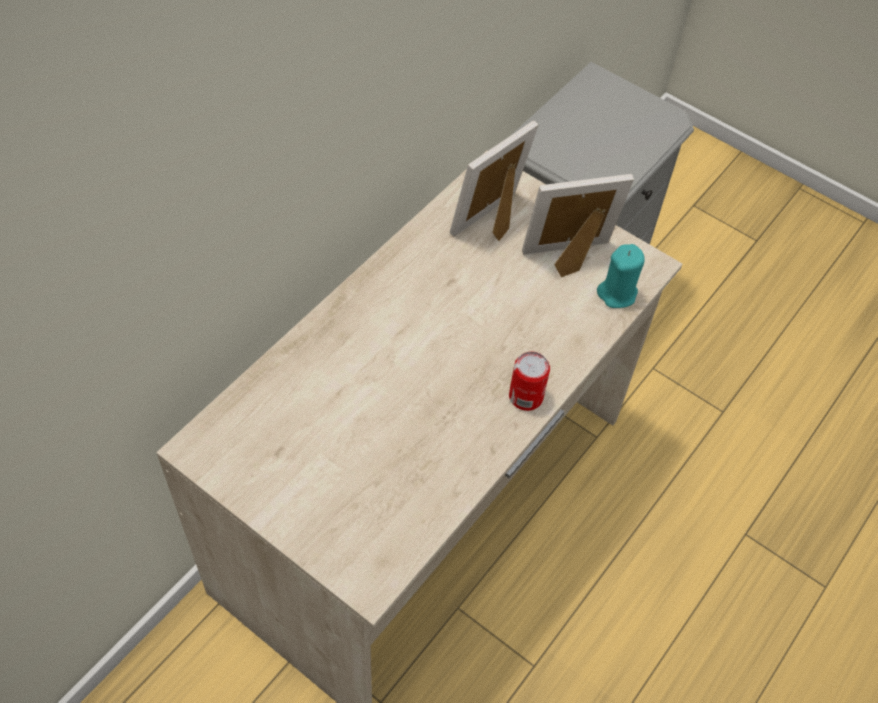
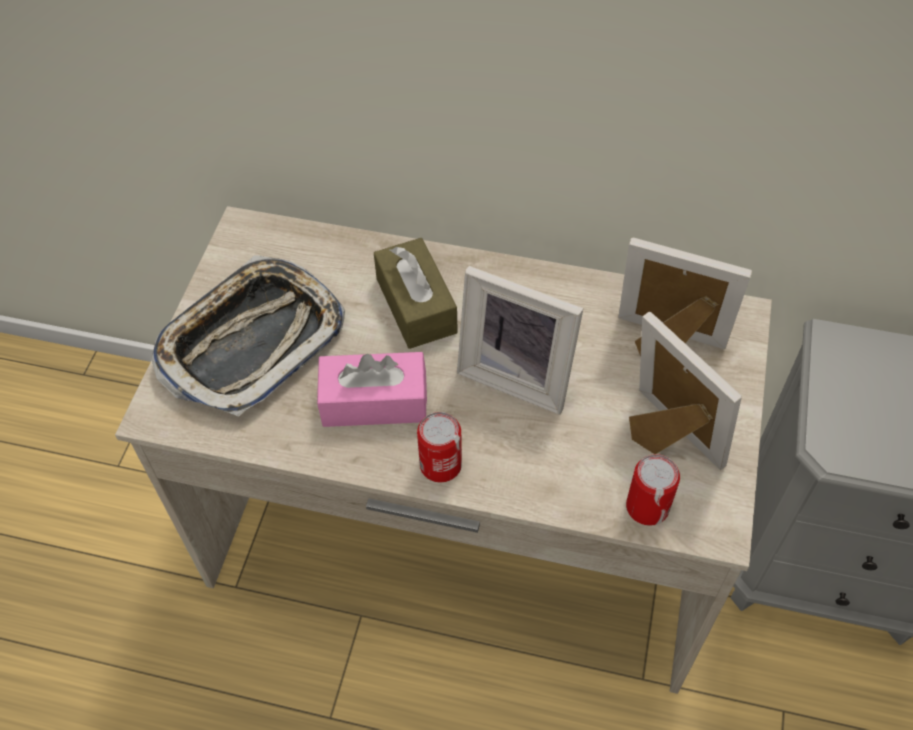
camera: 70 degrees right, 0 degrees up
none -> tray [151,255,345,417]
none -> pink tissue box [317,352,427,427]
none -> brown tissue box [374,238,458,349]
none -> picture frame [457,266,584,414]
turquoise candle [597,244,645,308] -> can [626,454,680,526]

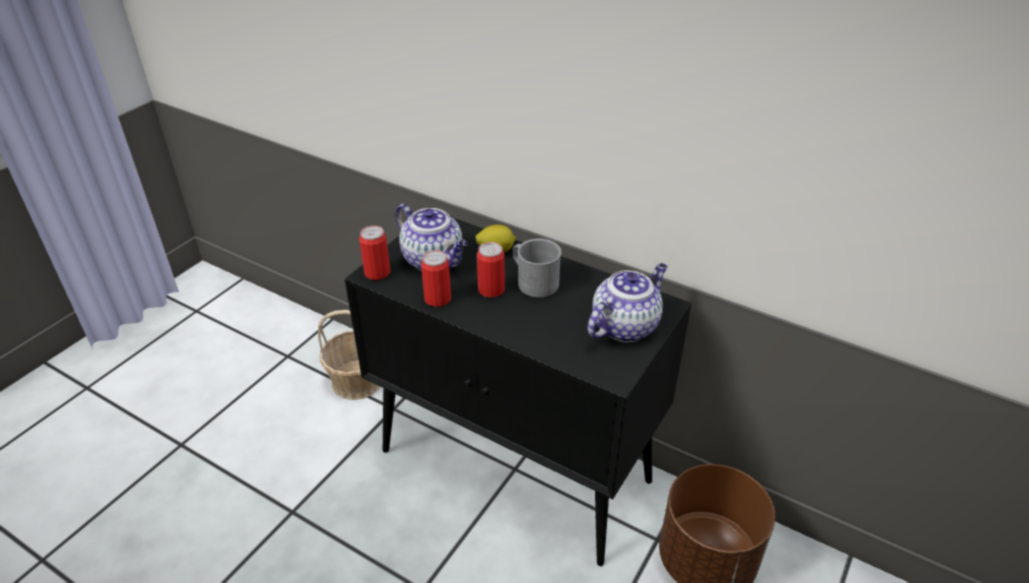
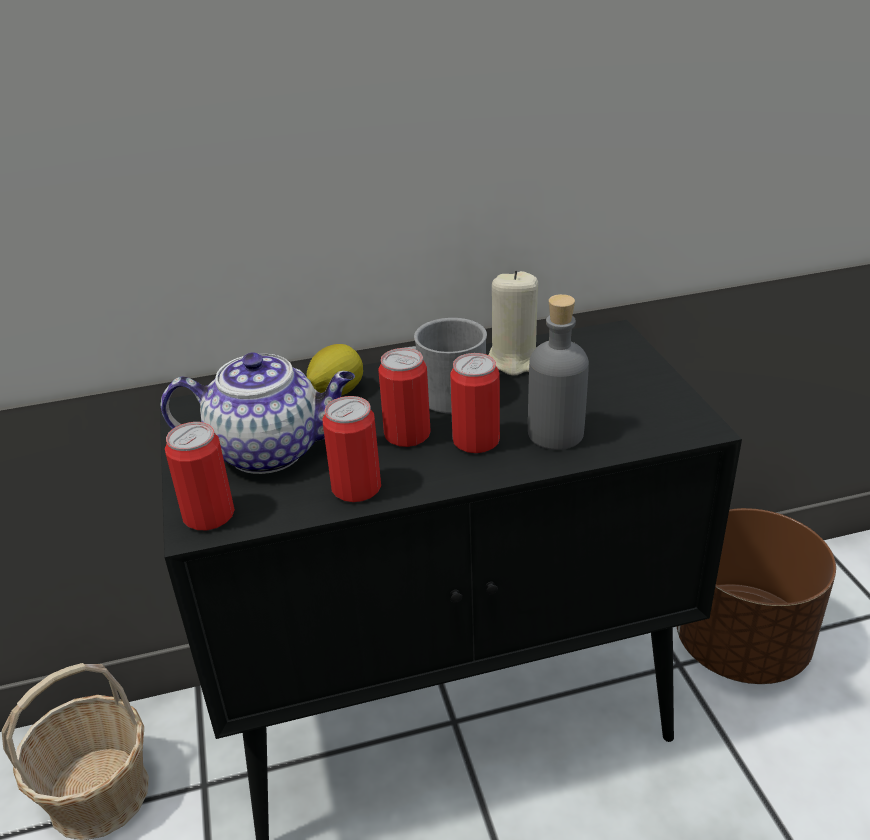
camera: 45 degrees left, 5 degrees down
teapot [587,263,668,342] -> none
none -> can [450,353,500,453]
none -> beige candle [489,270,538,376]
none -> grey bottle [528,294,589,450]

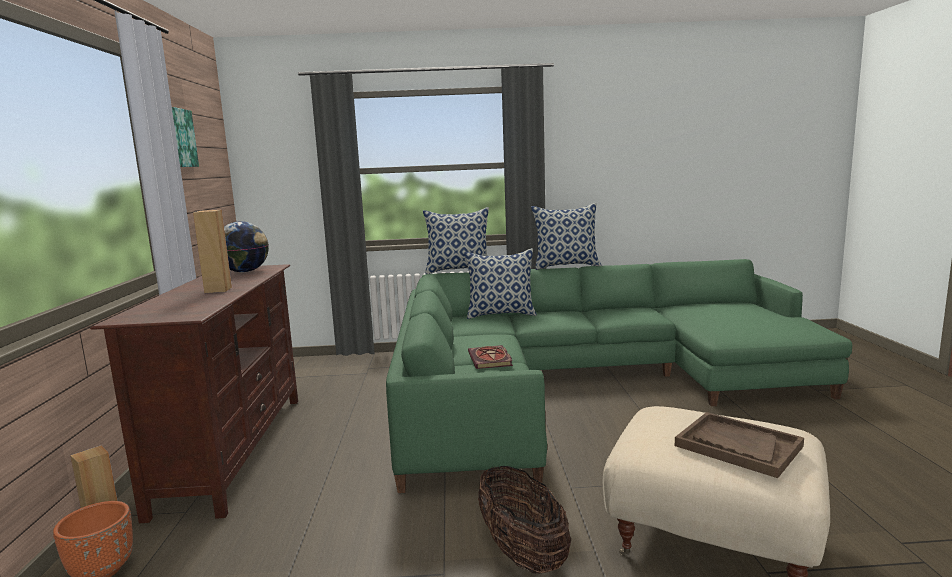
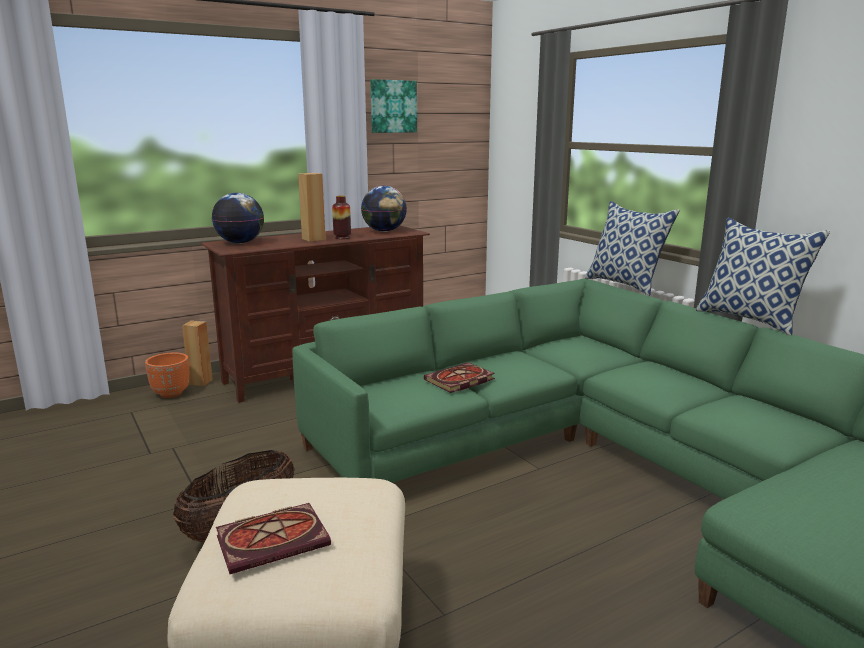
camera: 60 degrees right, 5 degrees up
pillow [464,248,537,319] -> none
none -> globe [212,193,264,243]
none -> vase [332,196,351,239]
brown tray [675,412,804,478] -> book [216,503,331,574]

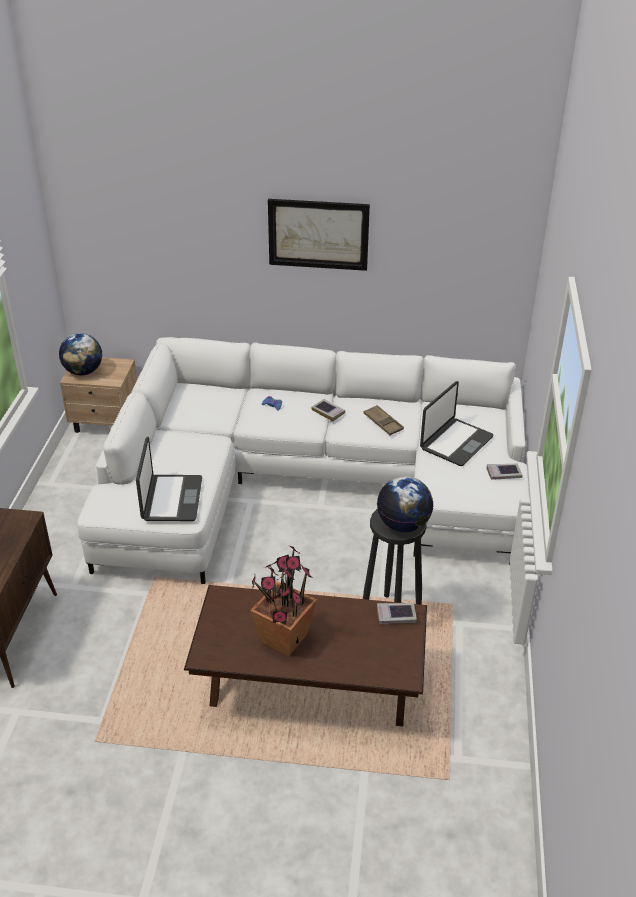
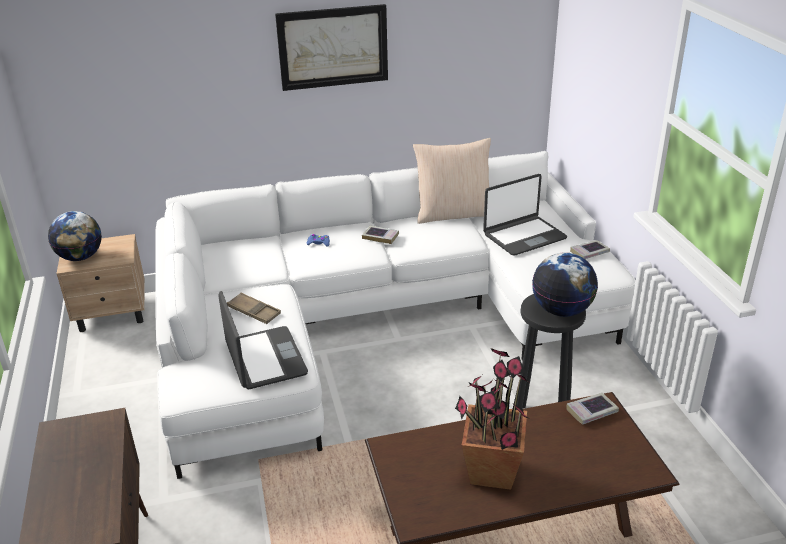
camera: 20 degrees left, 5 degrees down
none -> beige pillow [413,138,491,224]
brown tray [364,405,404,435] -> brown tray [227,293,281,324], moved
laptop [420,381,494,466] -> laptop [483,174,567,256], 45 degrees clockwise

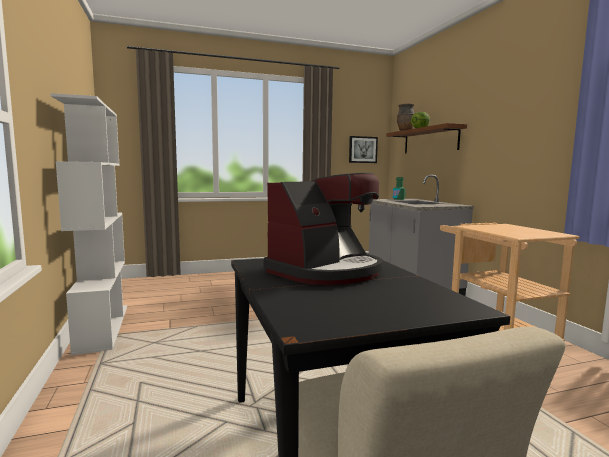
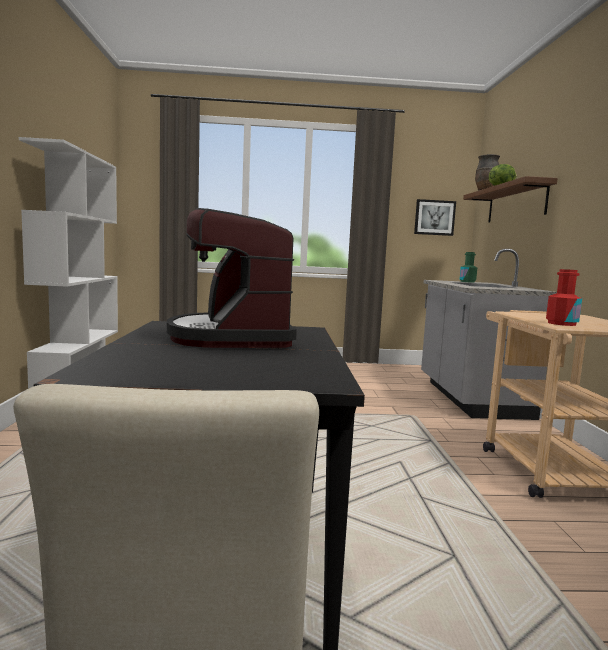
camera: 15 degrees right, 0 degrees up
none -> red bottle [546,269,582,326]
coffee machine [263,173,383,285] -> coffee machine [167,208,297,348], 105 degrees clockwise

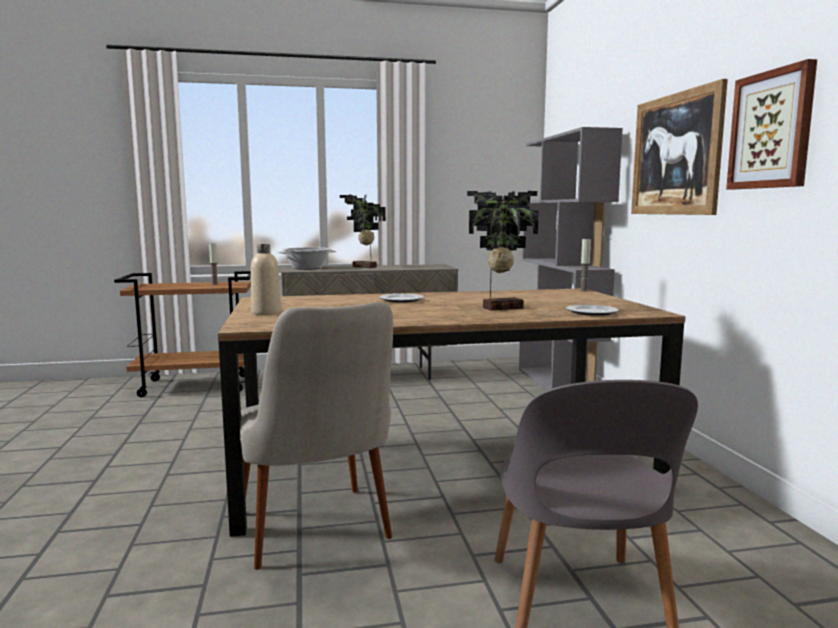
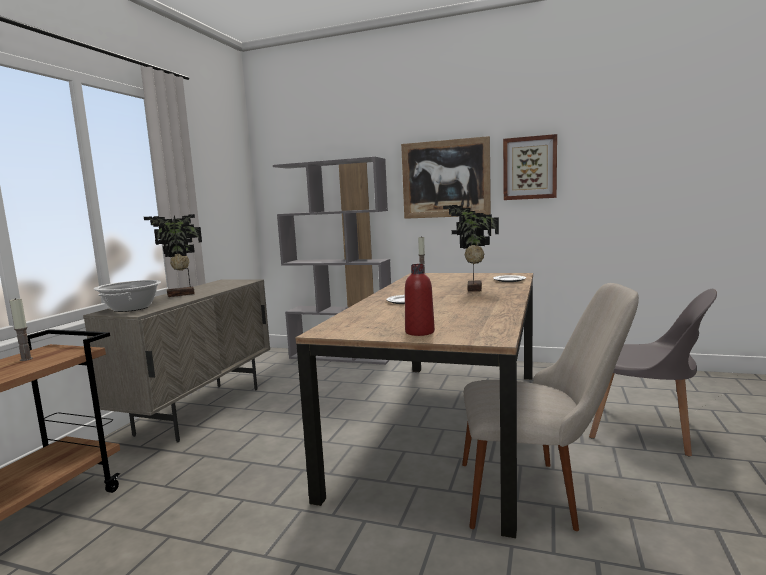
camera: 60 degrees left, 0 degrees up
beige bottle [251,244,282,315] -> red bottle [405,264,435,336]

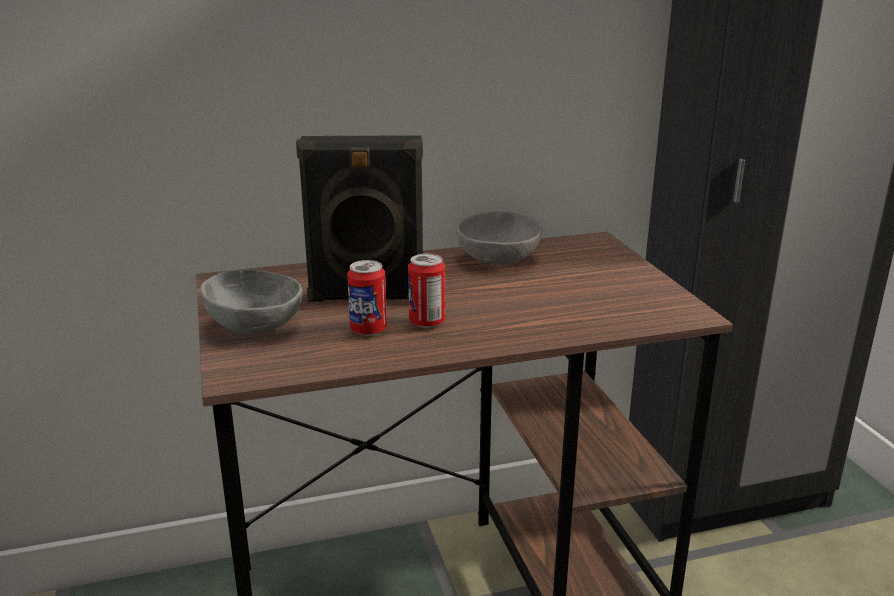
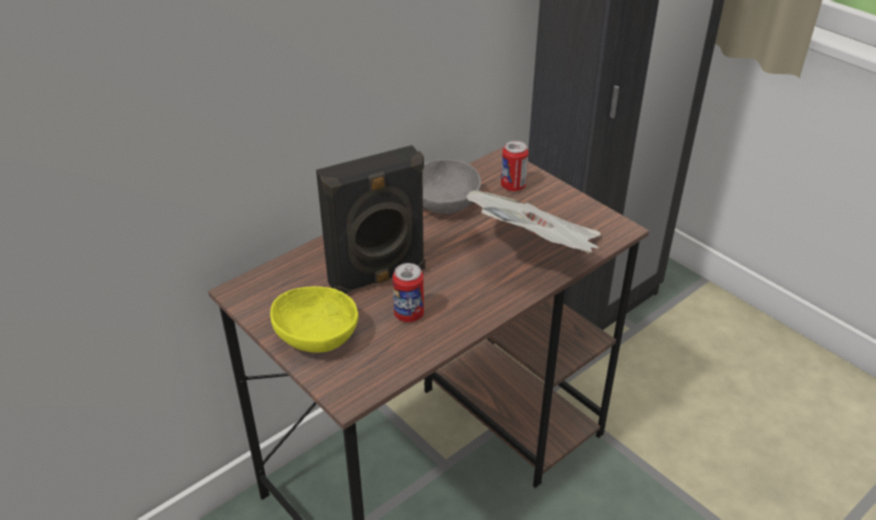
camera: 25 degrees left, 15 degrees up
none -> newspaper [467,190,601,253]
can [408,254,445,328] -> can [501,141,529,191], moved
grey bowl [200,269,303,334] -> yellow bowl [270,286,359,353]

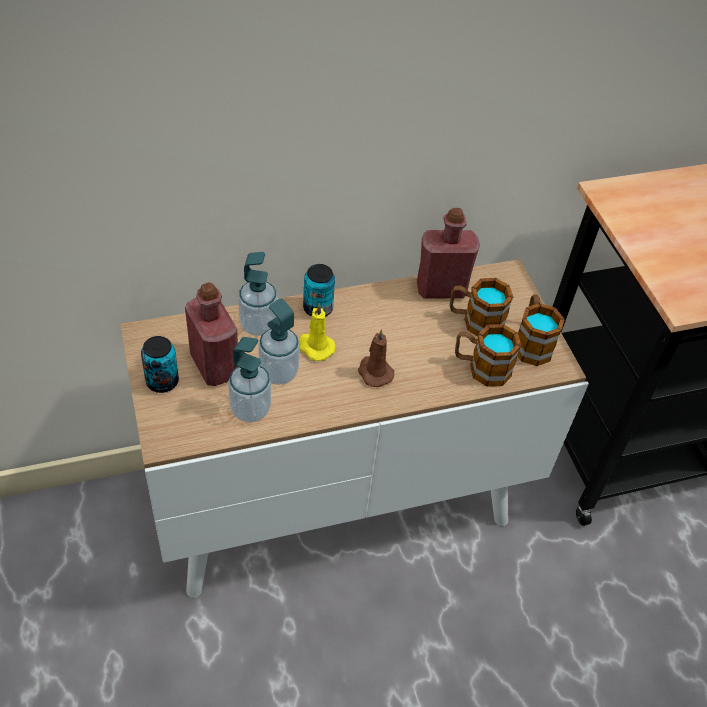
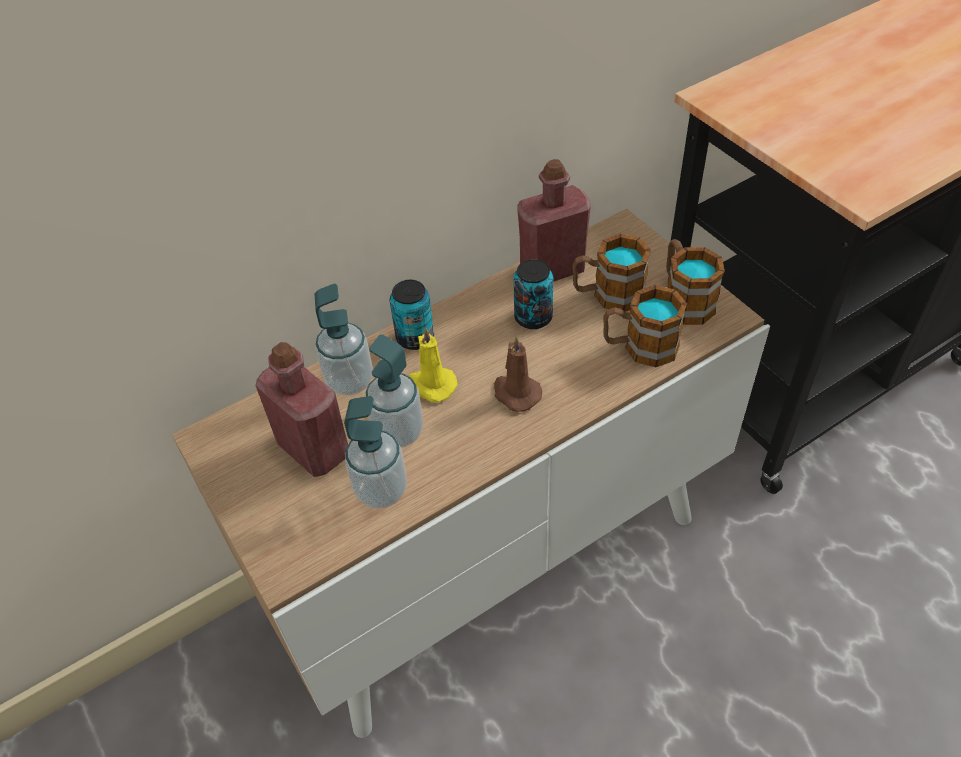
camera: 10 degrees left, 0 degrees up
can [141,336,179,393] -> can [513,259,553,329], moved

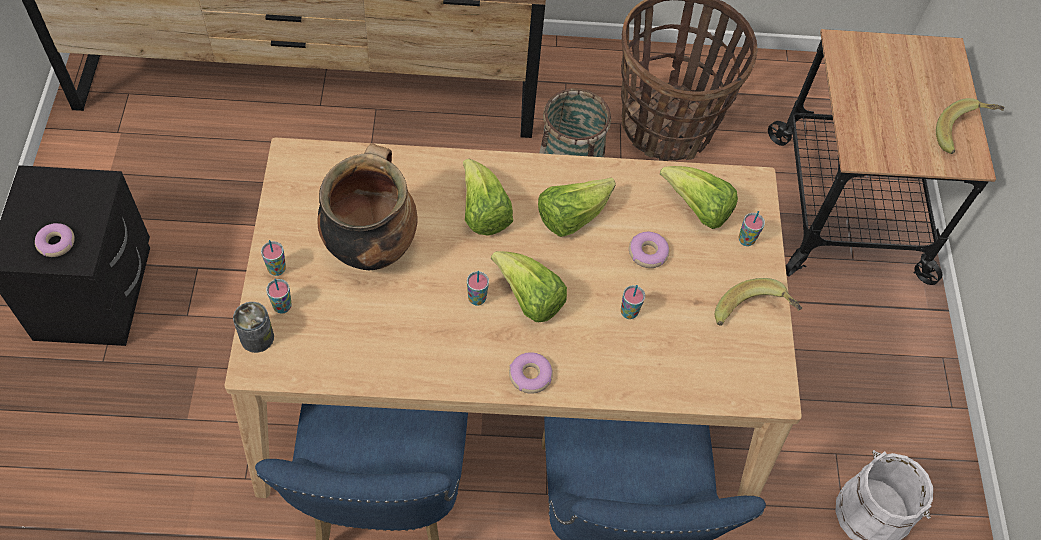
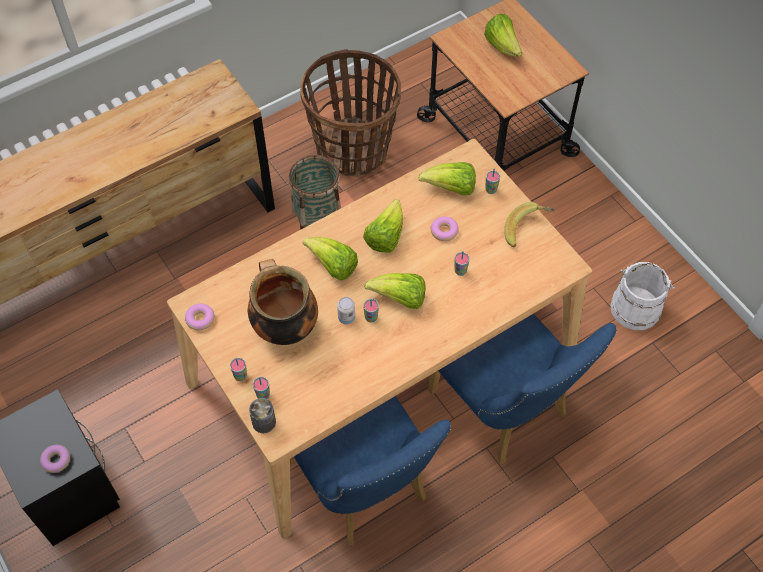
camera: 30 degrees left, 0 degrees up
banana [936,98,1004,154] -> none
none -> can [337,297,355,324]
none -> lettuce [484,14,522,57]
donut [509,352,553,394] -> donut [185,303,215,330], moved

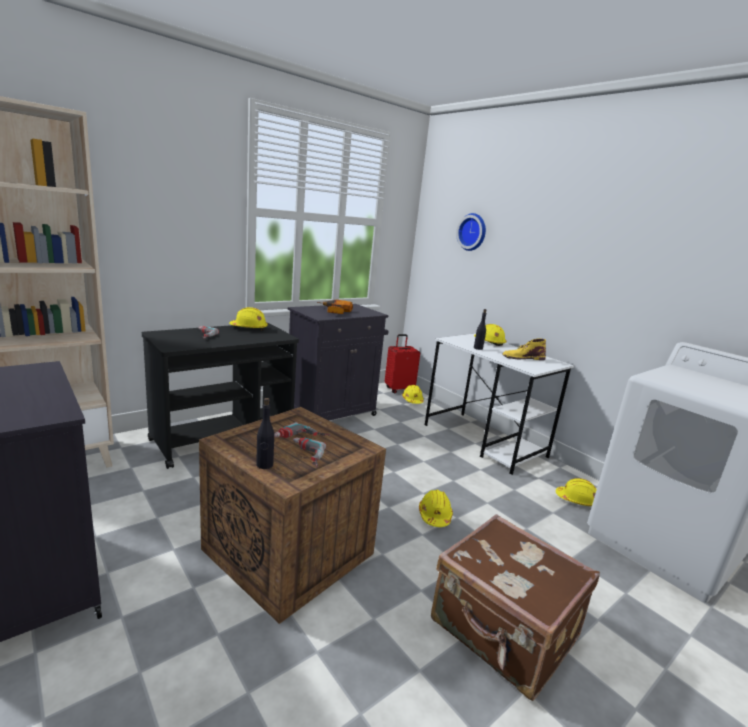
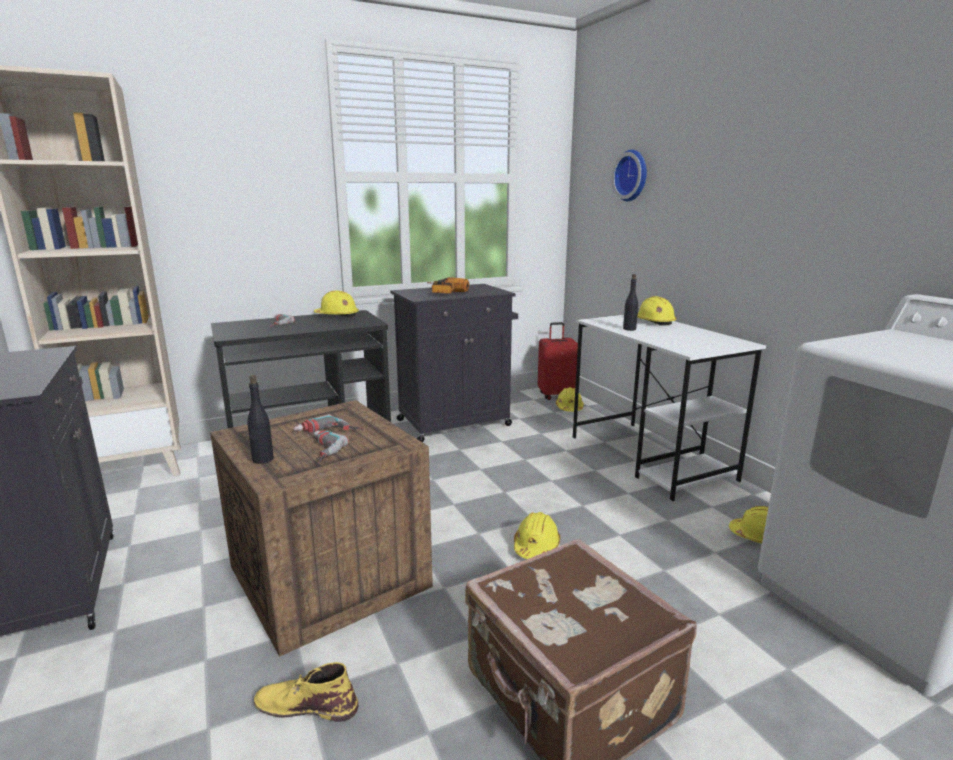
camera: 15 degrees right, 0 degrees up
yellow boot [502,338,546,360] -> yellow boot [254,662,358,722], moved

